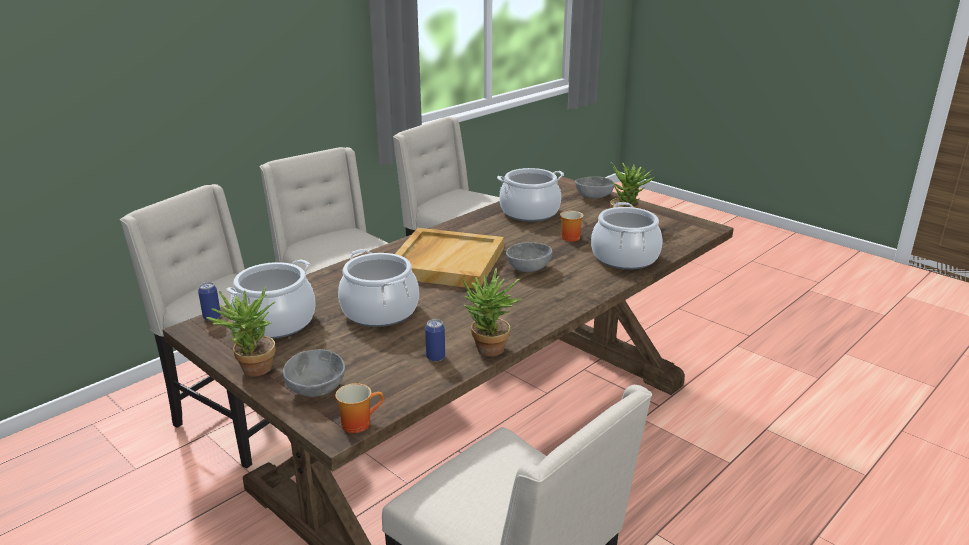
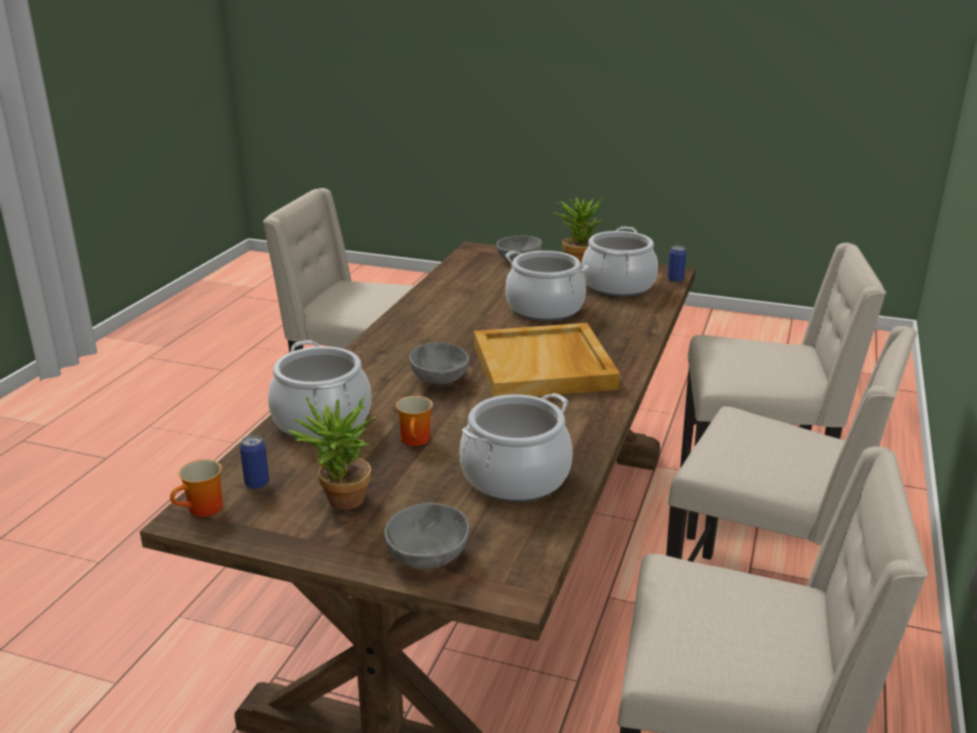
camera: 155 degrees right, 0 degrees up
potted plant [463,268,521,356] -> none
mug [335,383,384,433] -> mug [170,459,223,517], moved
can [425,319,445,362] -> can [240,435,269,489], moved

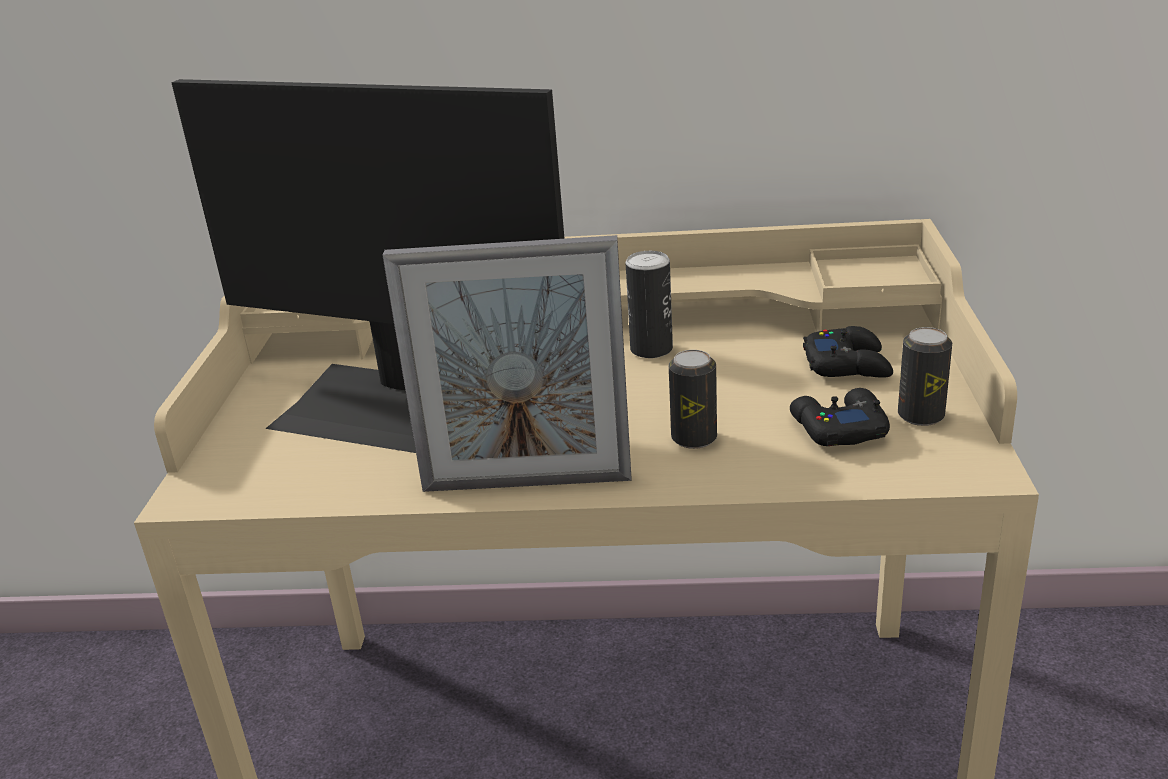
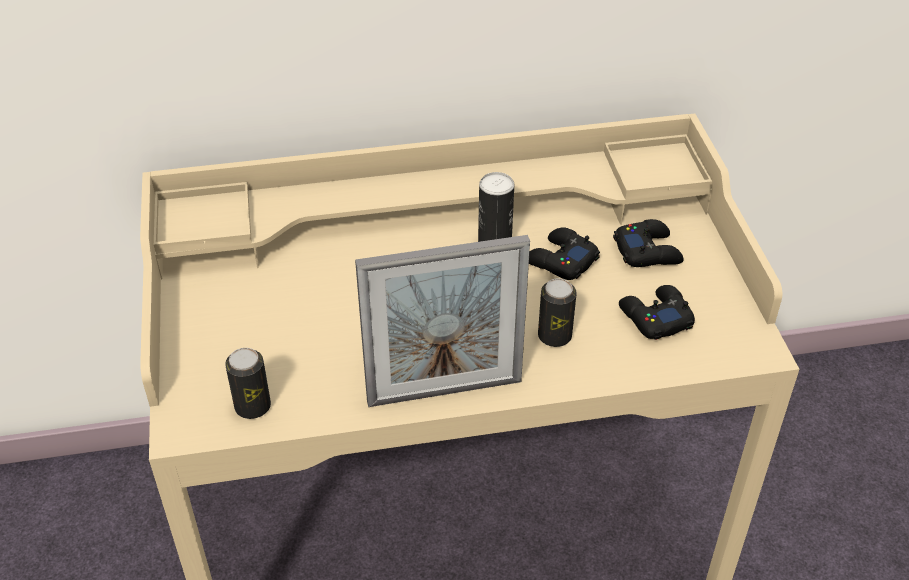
camera: 15 degrees left, 15 degrees up
monitor [171,79,565,453] -> none
none -> black game controller [529,227,600,280]
can [898,327,952,426] -> can [225,348,271,419], moved

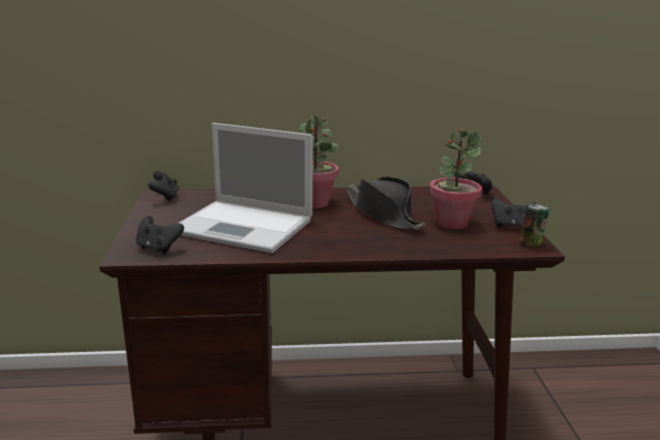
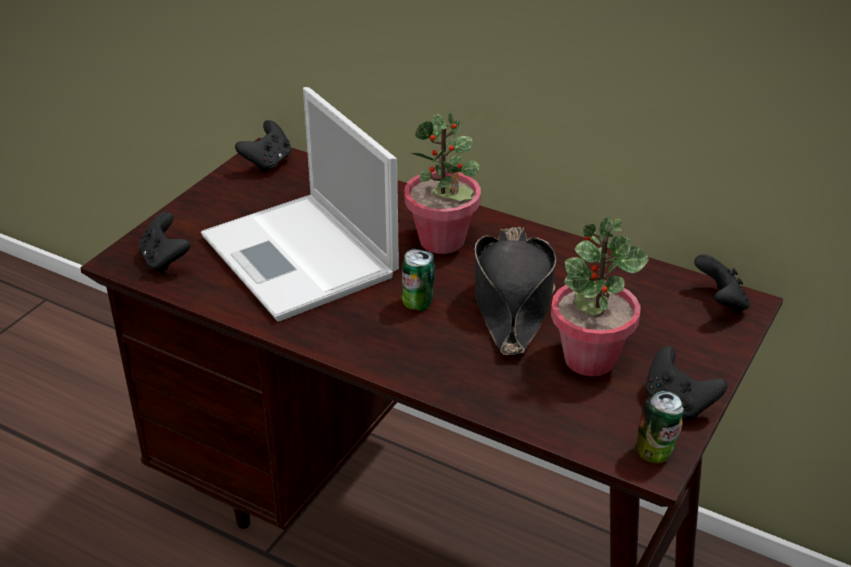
camera: 35 degrees right, 15 degrees up
none -> can [401,248,435,311]

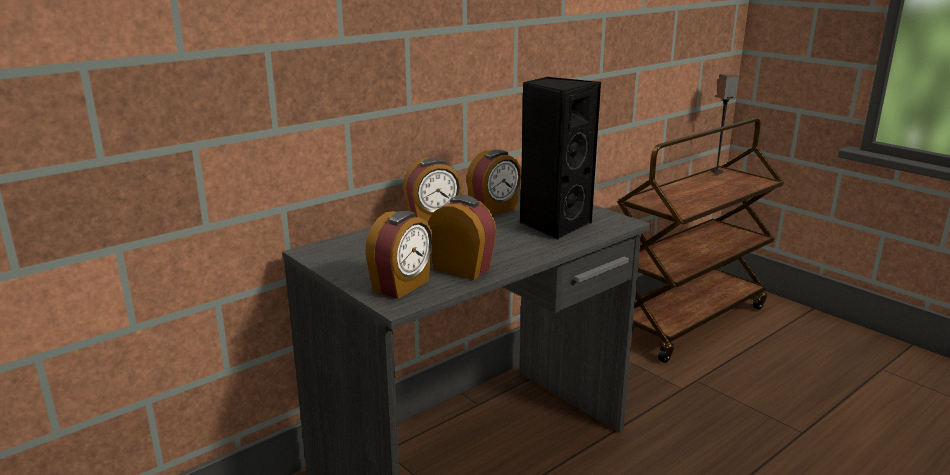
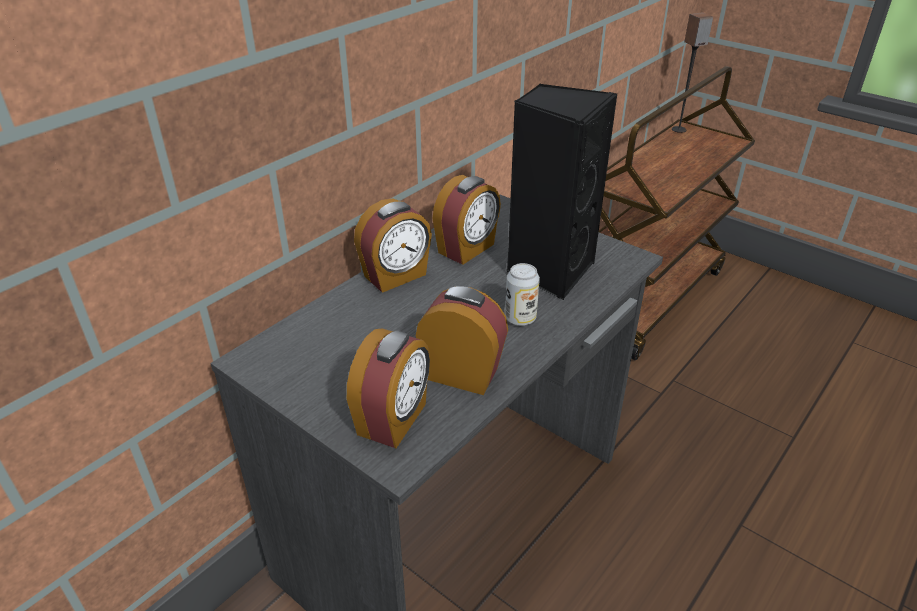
camera: 10 degrees left, 15 degrees up
none -> can [505,263,540,326]

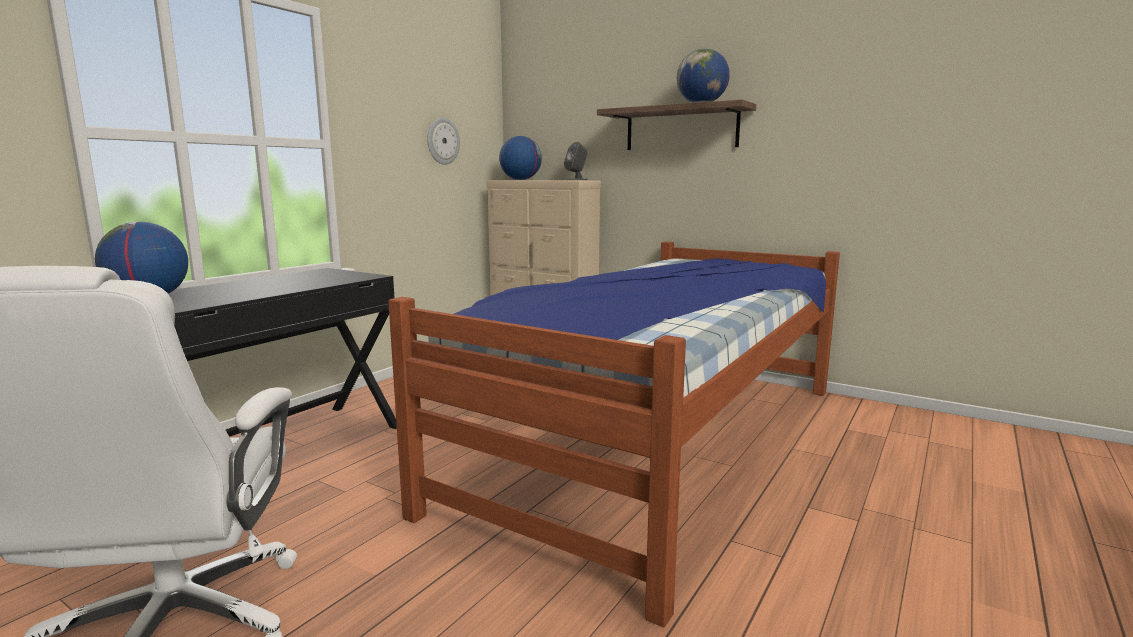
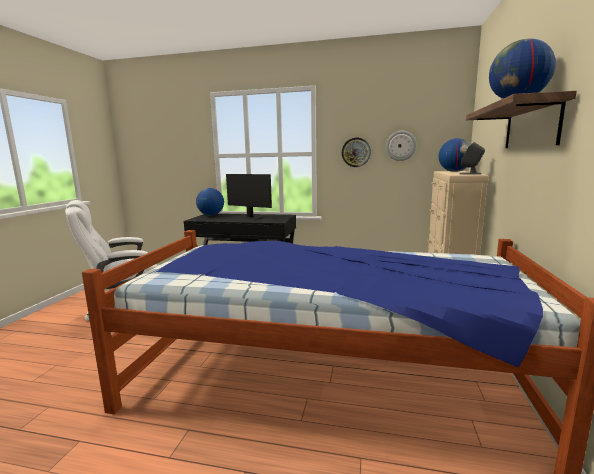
camera: 70 degrees right, 0 degrees up
none -> monitor [226,174,272,221]
none -> wall clock [342,138,371,167]

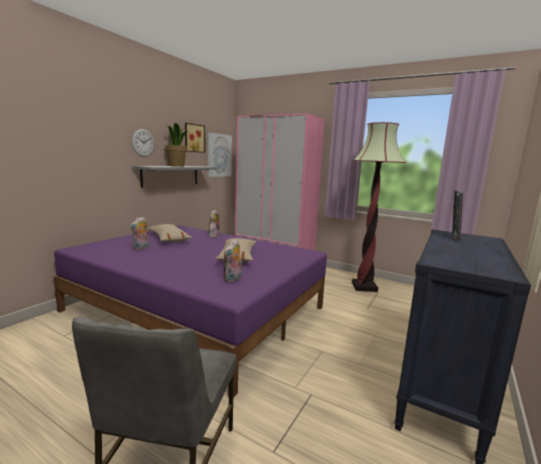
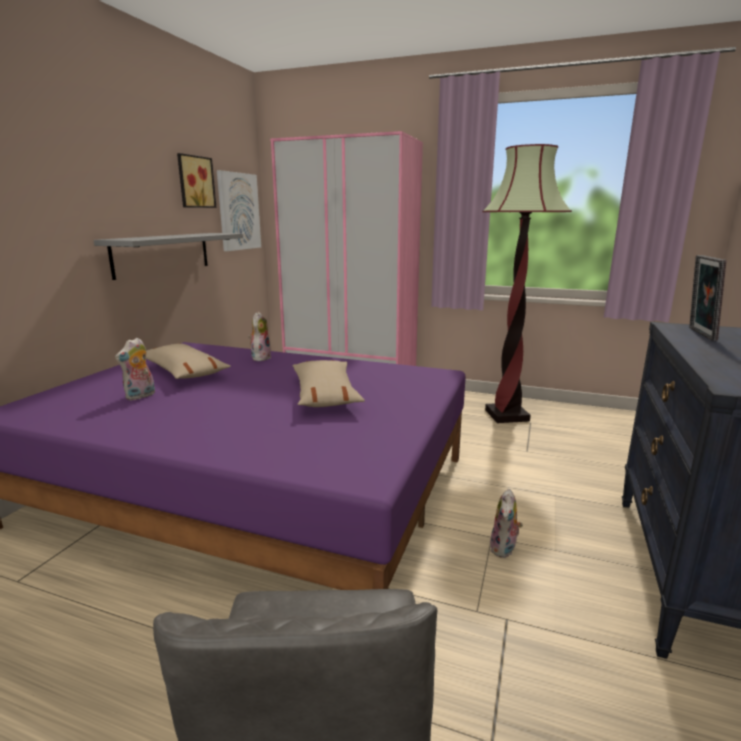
camera: 10 degrees left, 5 degrees up
wall clock [132,129,155,157] -> none
potted plant [165,123,189,167] -> none
plush toy [223,239,242,282] -> plush toy [490,489,523,558], moved

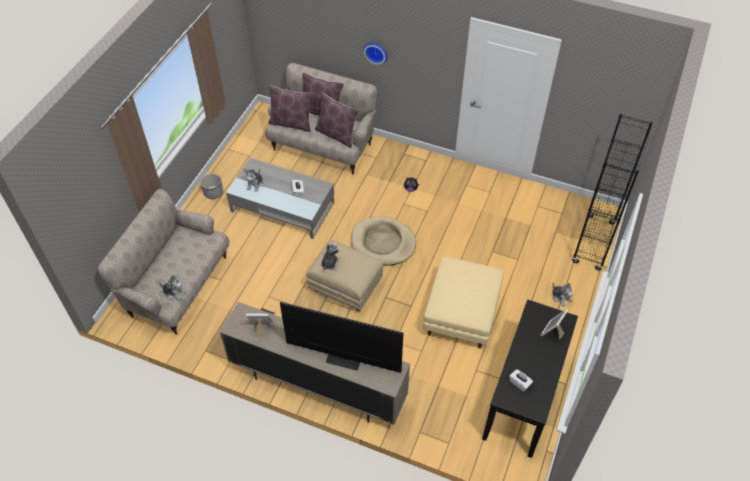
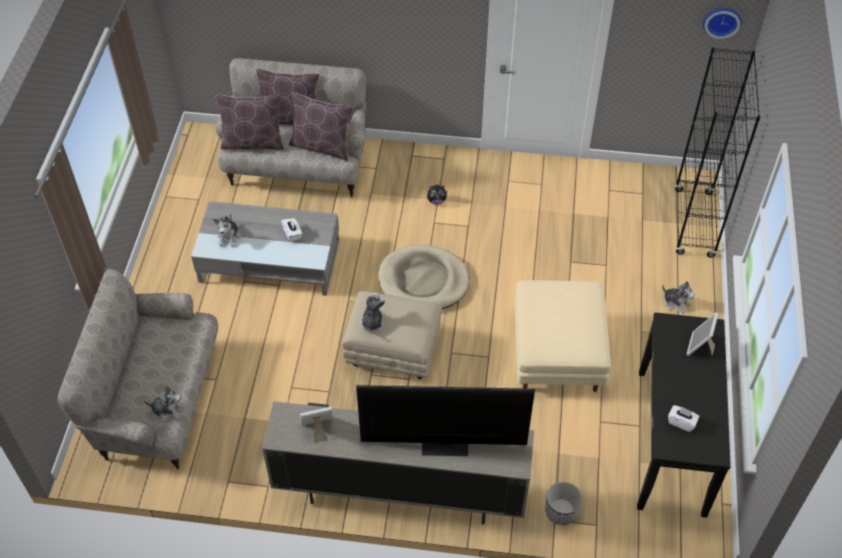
camera: 15 degrees left, 0 degrees up
planter [200,173,223,199] -> planter [545,482,582,525], moved
wall clock [364,43,388,65] -> wall clock [703,8,742,39], moved

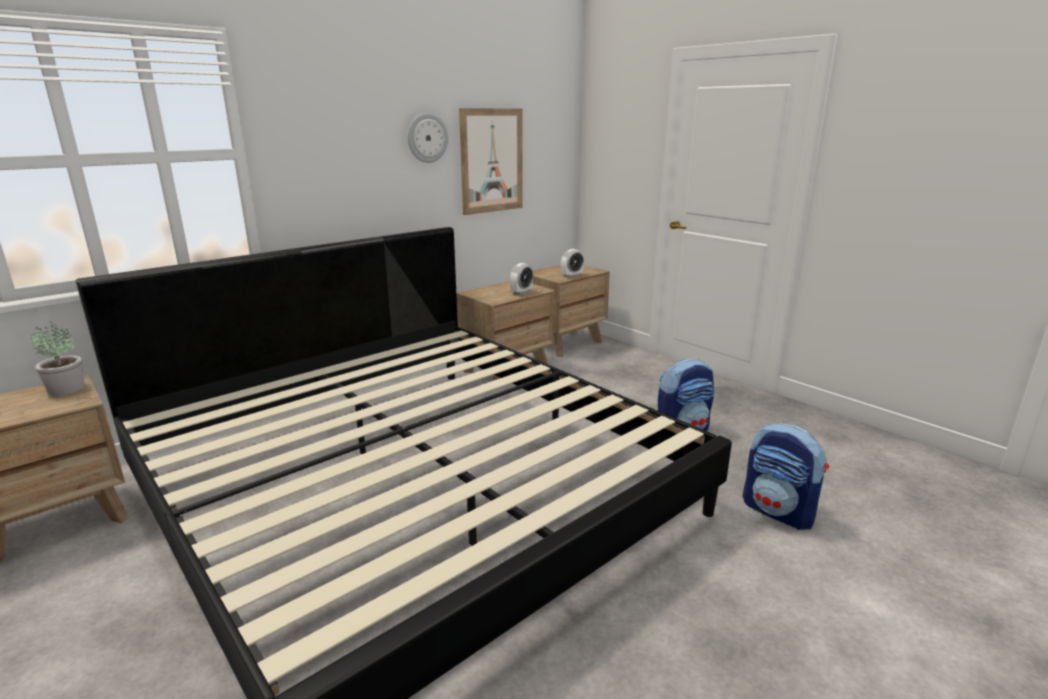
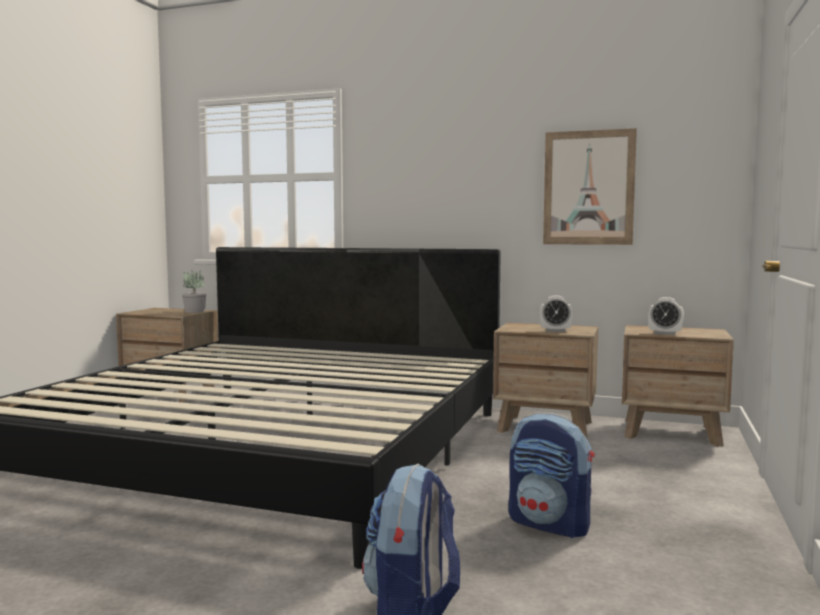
camera: 60 degrees right, 15 degrees down
wall clock [408,113,448,163] -> none

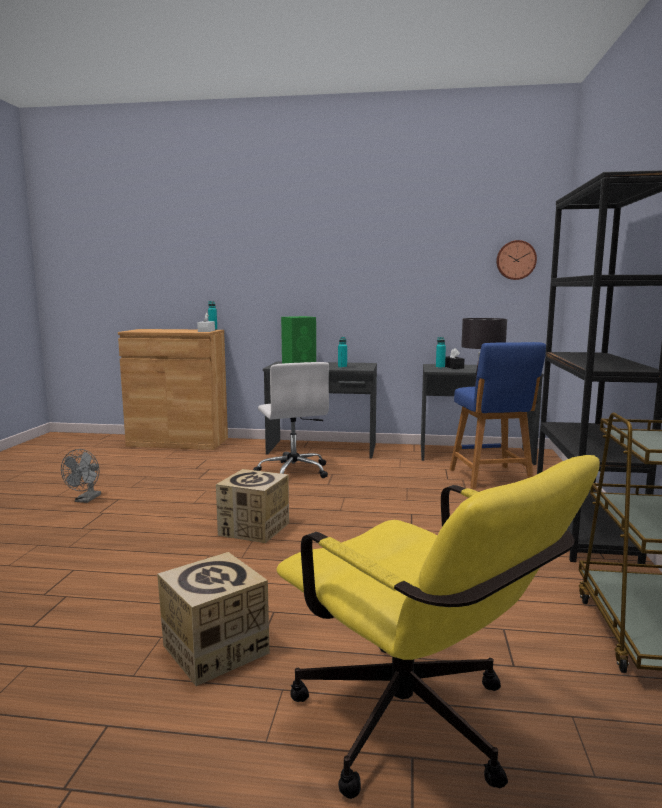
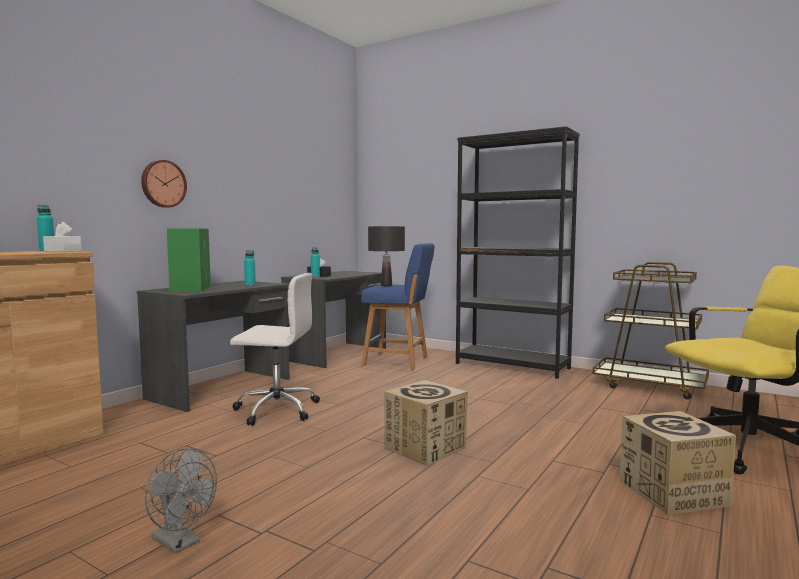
camera: 65 degrees left, 5 degrees down
wall clock [496,240,537,280] -> wall clock [141,160,187,208], moved

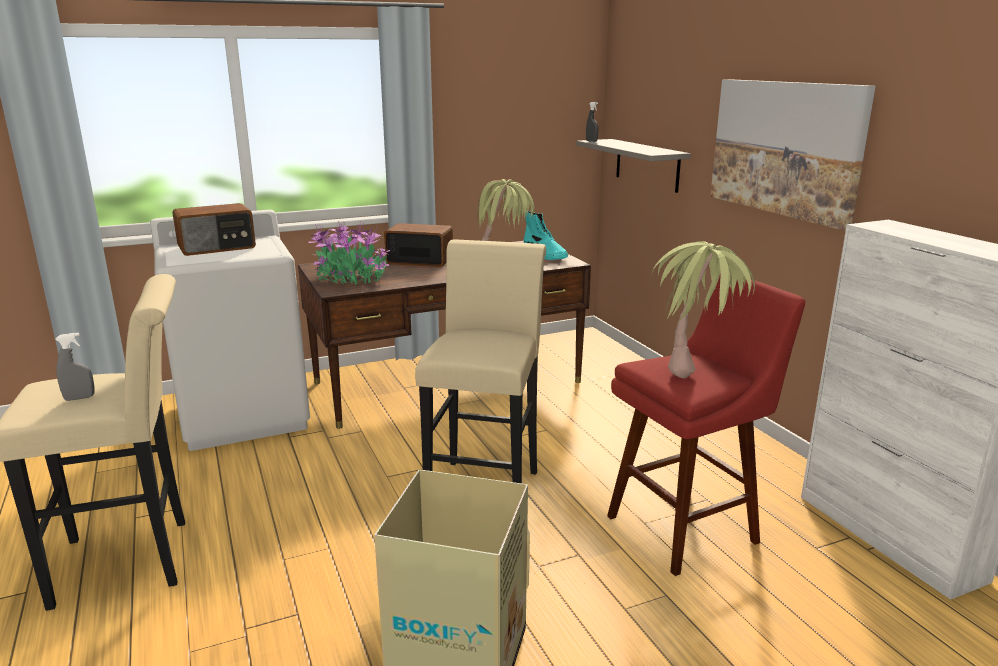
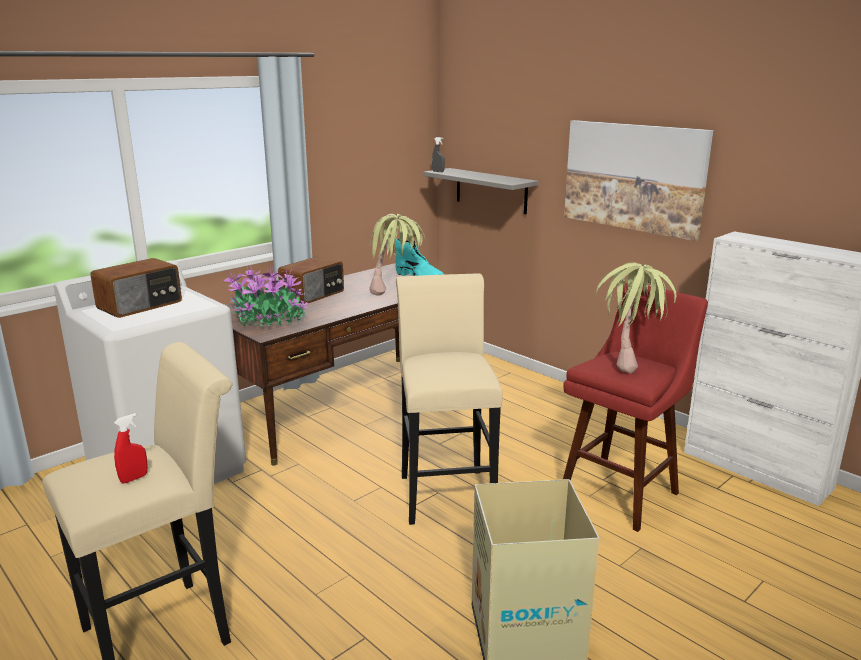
camera: 20 degrees left, 0 degrees up
grey spray bottle [55,333,95,401] -> red spray bottle [114,413,148,484]
radio [384,223,453,267] -> radio [278,256,344,303], 135 degrees clockwise

